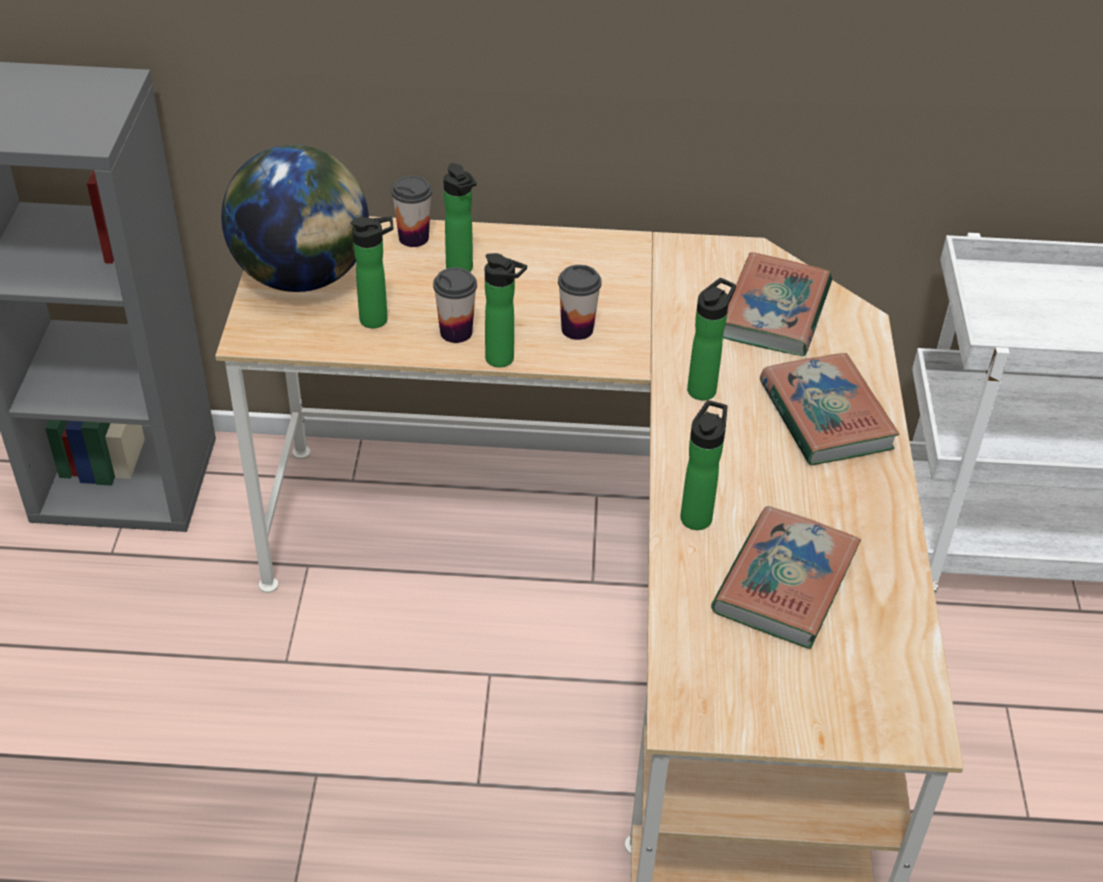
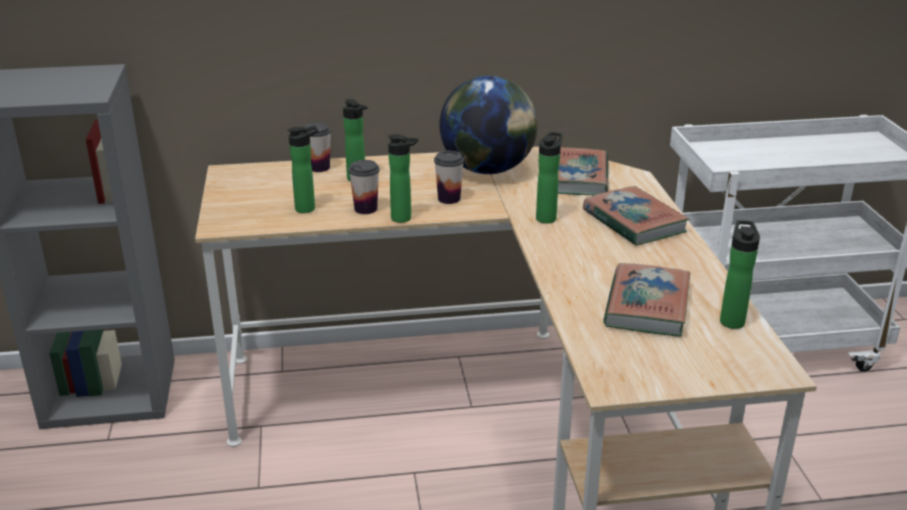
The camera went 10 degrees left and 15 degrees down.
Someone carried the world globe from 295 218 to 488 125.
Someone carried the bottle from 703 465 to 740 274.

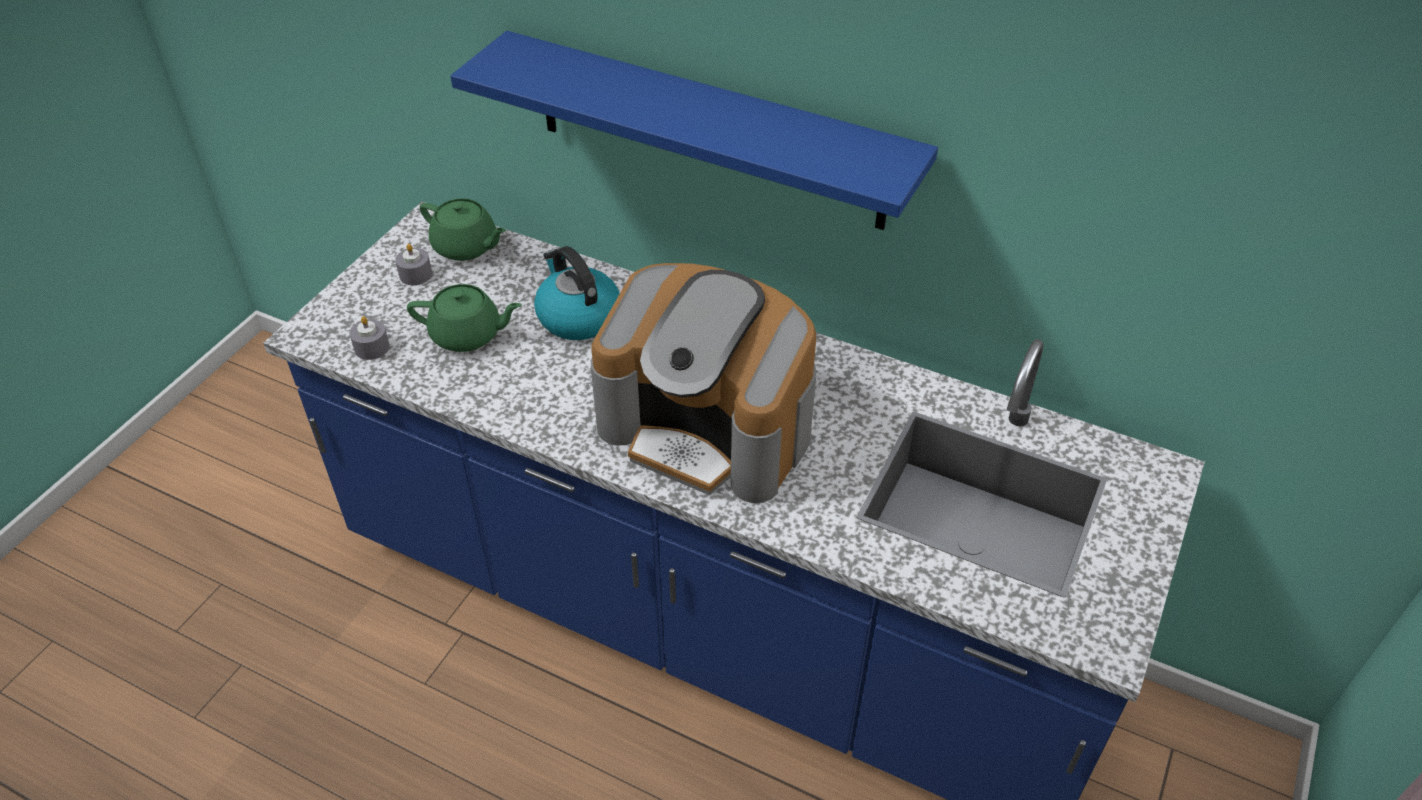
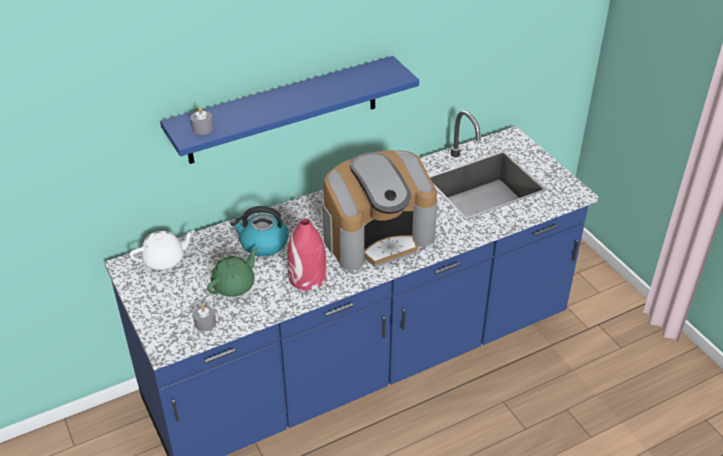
The camera went 55 degrees left and 5 degrees down.
Someone repainted the teapot in green at 463 229, which became the teapot in white at 162 250.
Someone carried the wax candle in grey from 413 264 to 202 121.
Someone put down the flower vase in reddish at 307 254.

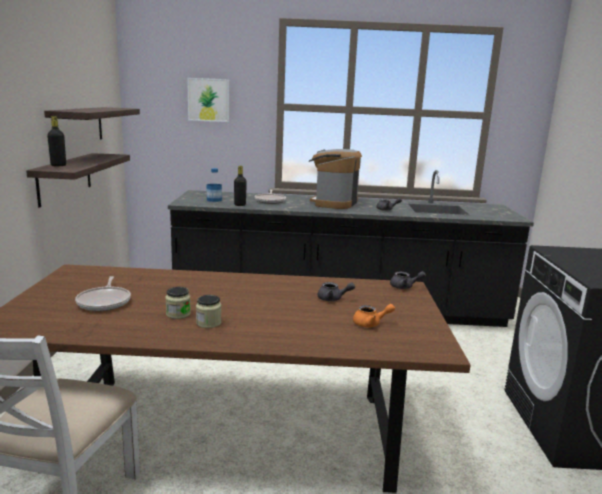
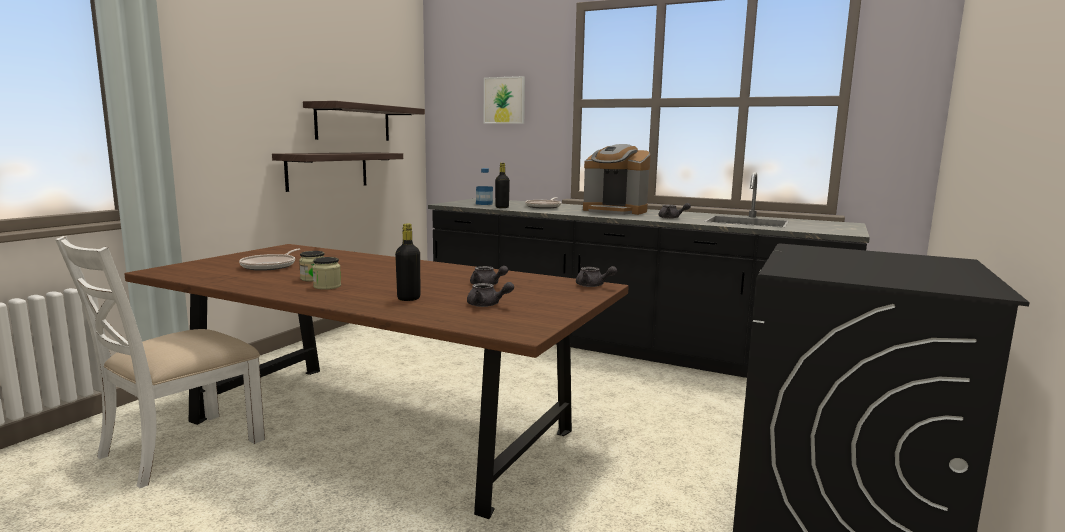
The camera went 25 degrees right and 5 degrees down.
Someone carried the bottle in blackish from 56 141 to 407 262.
Someone rotated the coffee brewer at 335 179 by 105 degrees counterclockwise.
Someone repainted the teapot in orange-coloured at 374 315, which became the teapot in grey at 490 294.

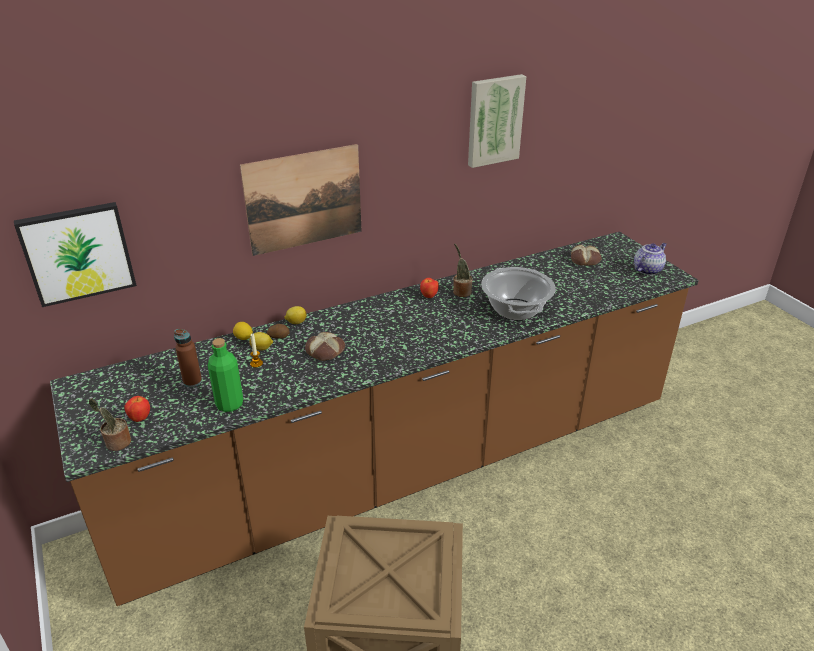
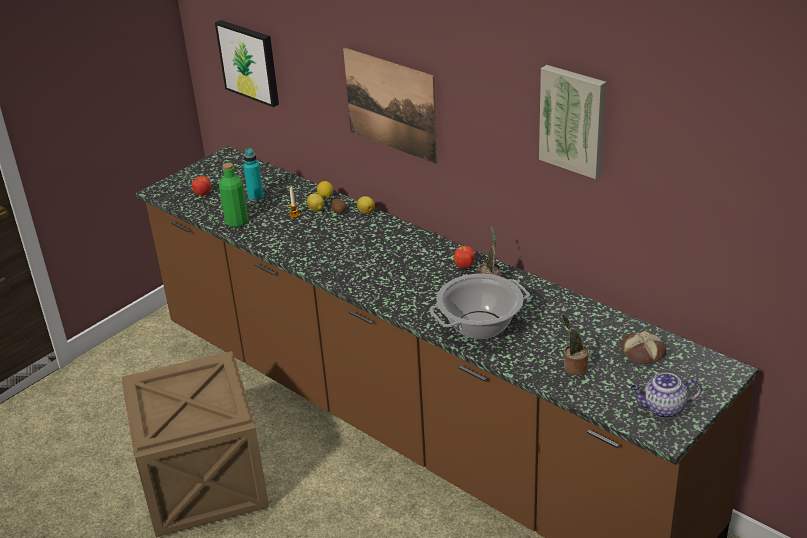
The camera went 70 degrees right and 0 degrees up.
Someone rotated the teapot at 650 259 by 150 degrees clockwise.
Someone repainted the bottle in brown at 188 358, which became the bottle in turquoise-coloured at 253 174.
Someone took away the bakery bread at 325 346.
Someone carried the plant in a pot from 110 424 to 575 344.

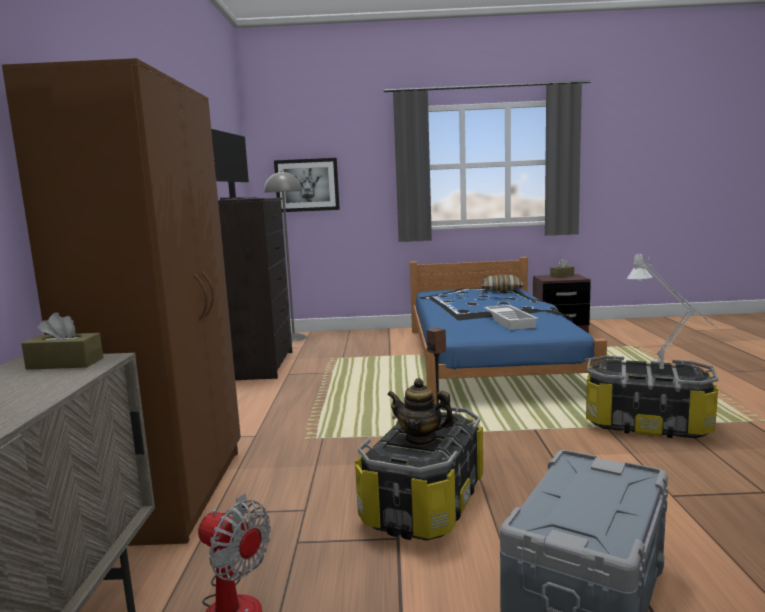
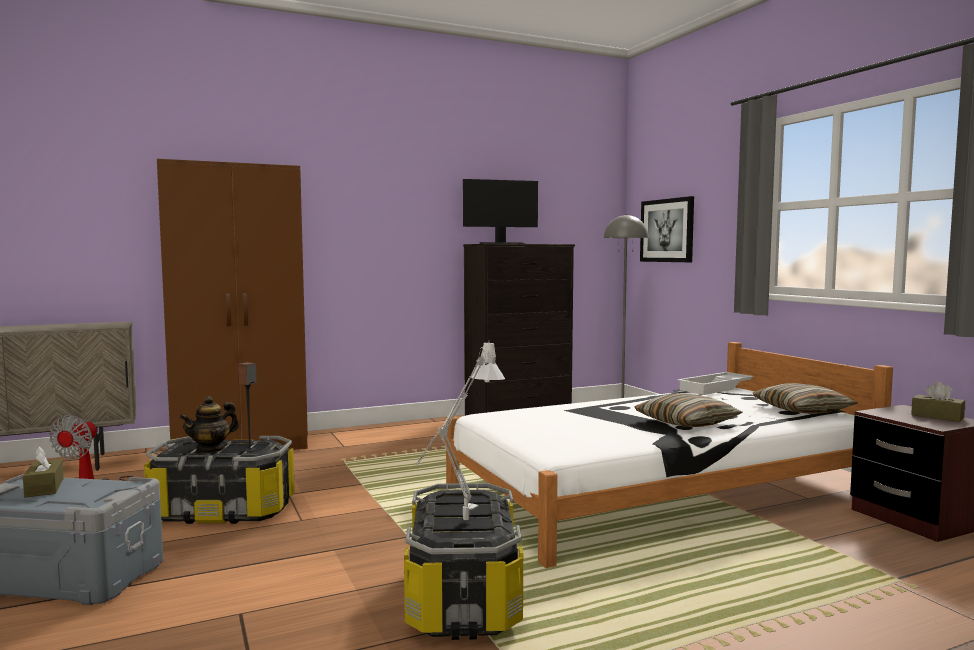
The camera went 65 degrees right and 5 degrees down.
Someone repainted the bed in bluish at 508 331, which became the bed in white at 669 455.
Someone carried the tray in white from 511 317 to 715 383.
Someone carried the tissue box in brown from 62 341 to 43 472.
Someone rotated the teapot at 421 412 by 135 degrees counterclockwise.
Someone put down the throw pillow at 688 410.

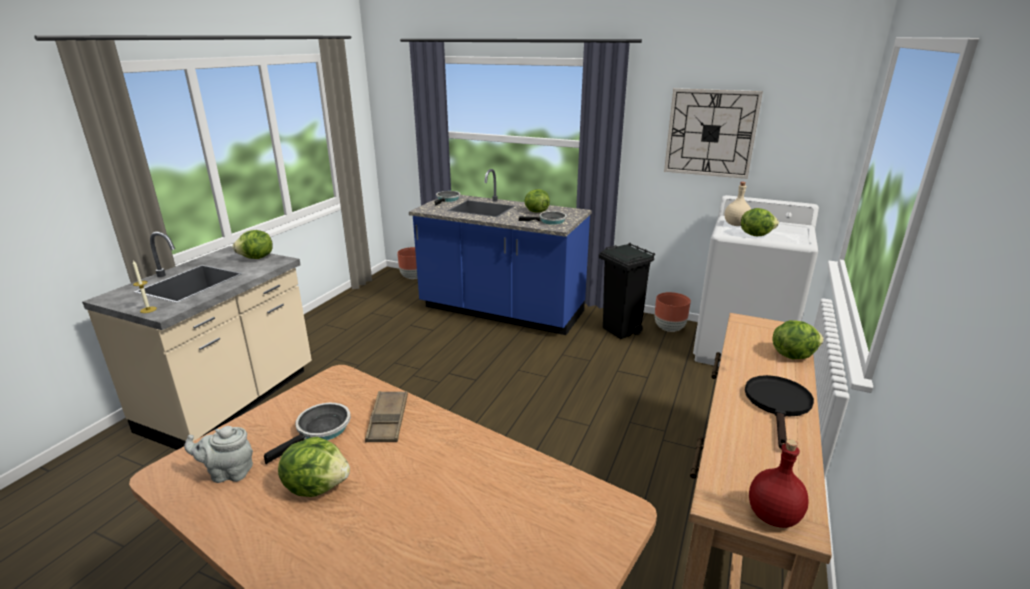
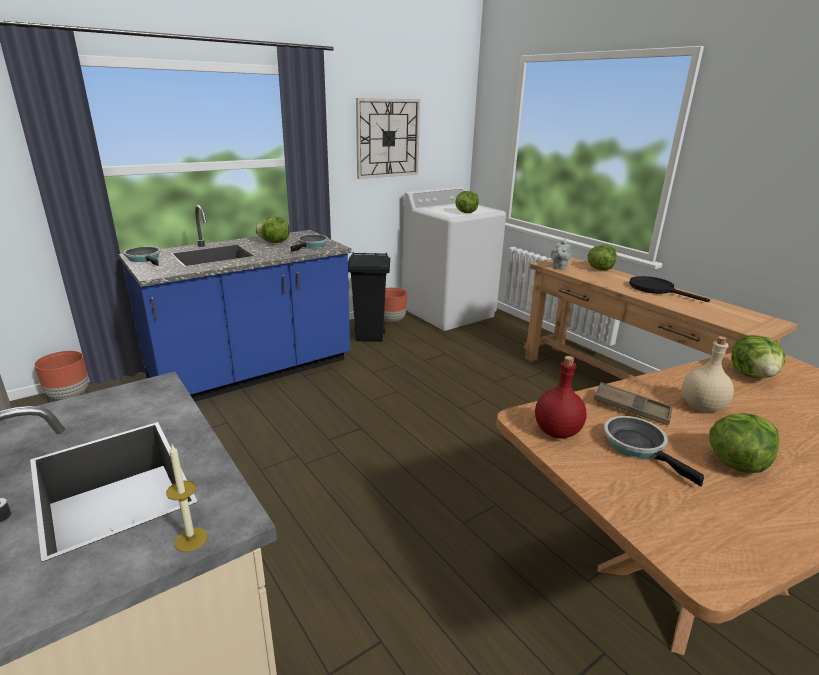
The camera went 60 degrees left and 0 degrees up.
Someone carried the bottle in beige from 737 204 to 708 374.
Someone carried the lettuce from 253 244 to 758 356.
Someone carried the teapot in grey from 218 454 to 561 254.
Someone carried the bottle in reddish from 779 483 to 561 397.

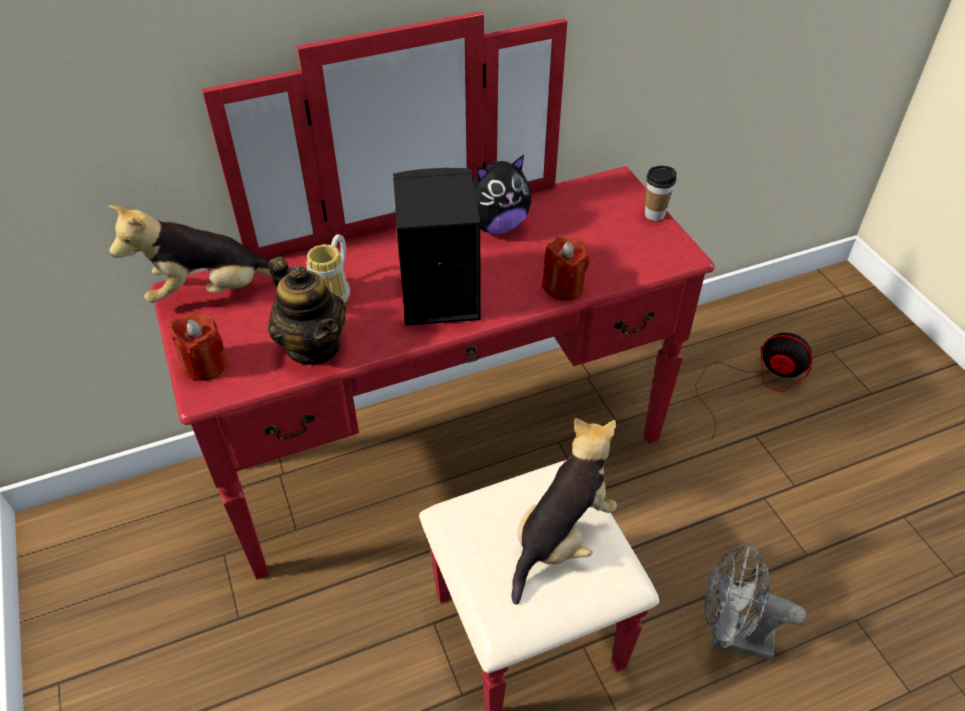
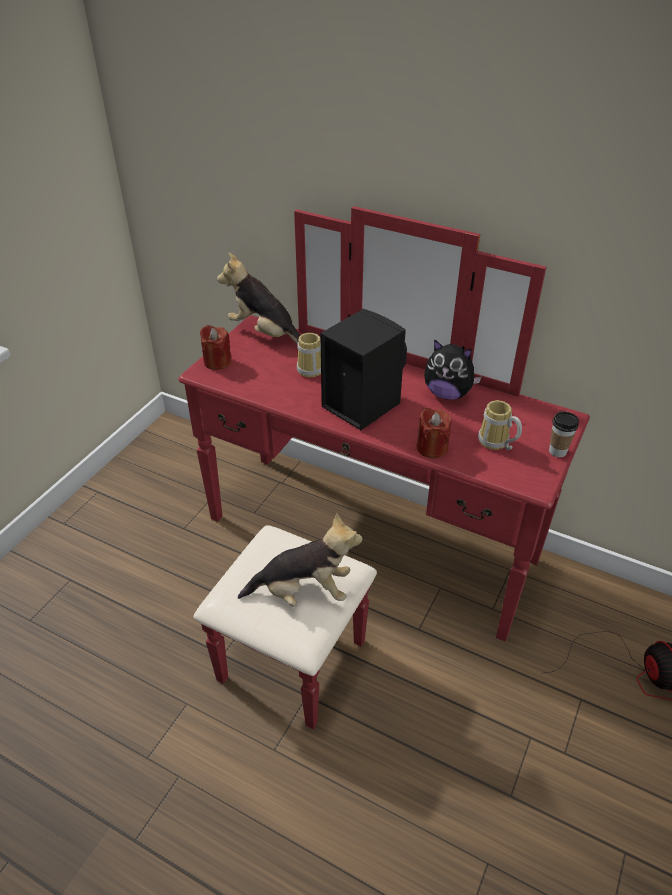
The camera went 50 degrees right and 5 degrees down.
Someone took away the teapot at 307 311.
Someone took away the cooling fan in grey at 756 601.
Someone put down the coffee mug at 500 425.

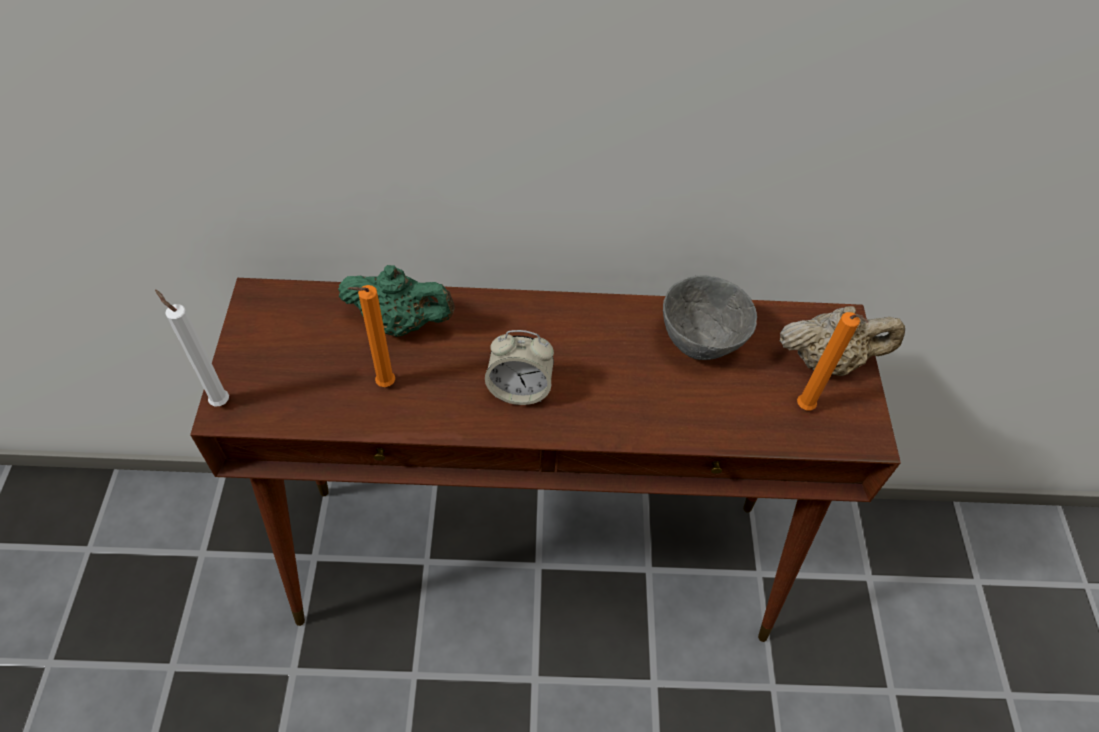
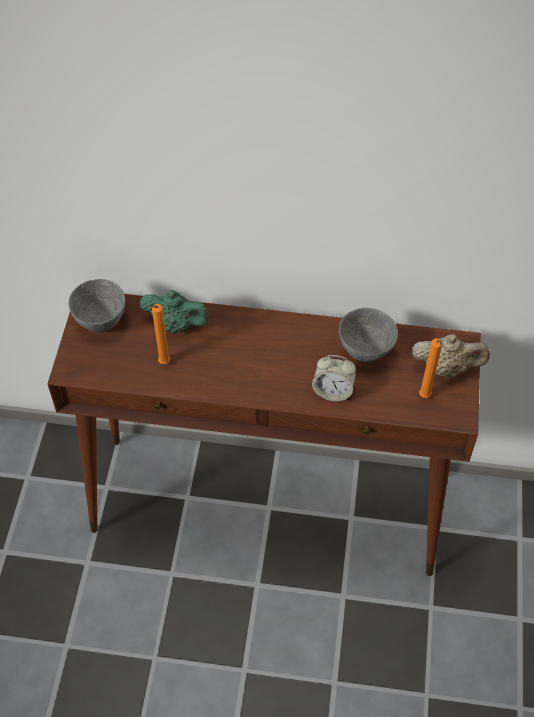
The camera went 10 degrees right and 0 degrees up.
Someone took away the wax candle in white at 192 348.
Someone carried the bedside clock from 519 367 to 334 378.
Someone put down the bowl in grey at 96 306.

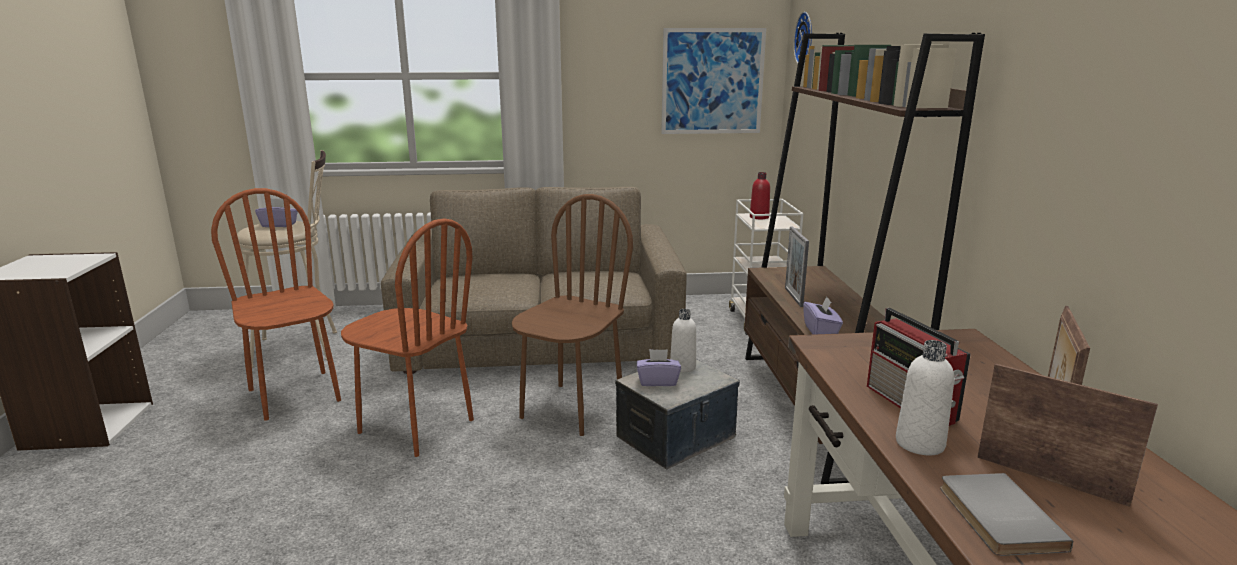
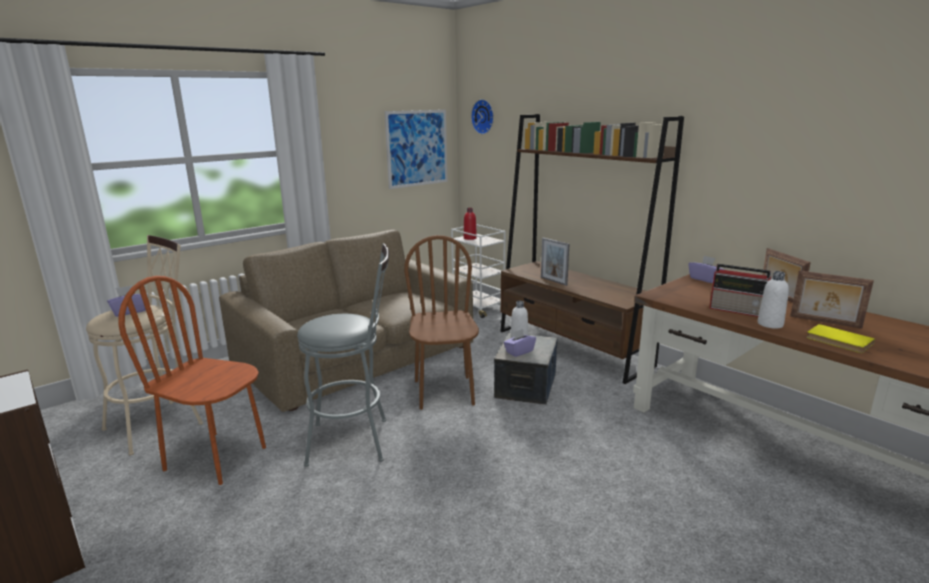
The camera went 35 degrees left and 0 degrees up.
Someone swapped the upright chair in brown at 407 337 for the stool in grey at 343 355.
Someone carried the tissue box in purple-coloured from 823 315 to 706 269.
Someone rotated the photo frame at 1067 435 by 150 degrees counterclockwise.
Someone repainted the bound book in grey at 1006 514, which became the bound book in yellowish at 840 338.

